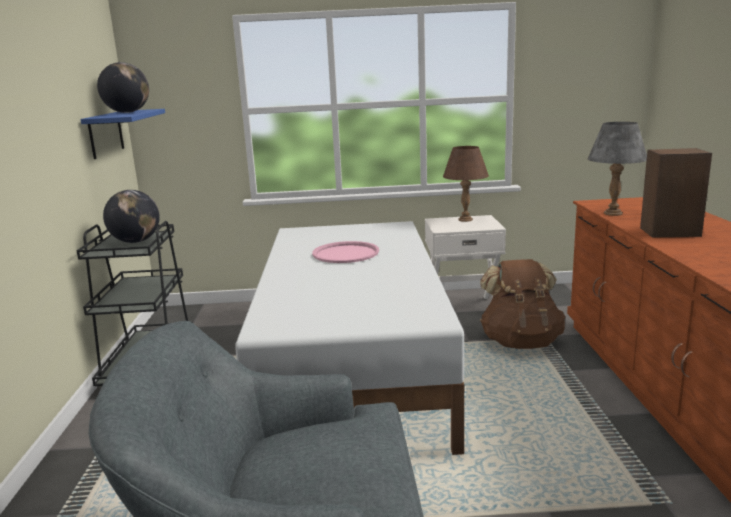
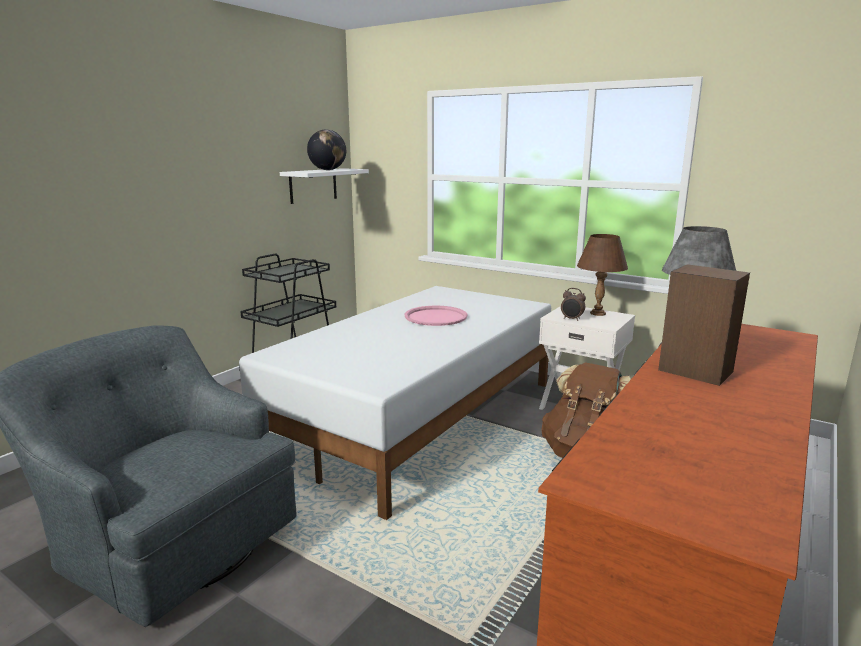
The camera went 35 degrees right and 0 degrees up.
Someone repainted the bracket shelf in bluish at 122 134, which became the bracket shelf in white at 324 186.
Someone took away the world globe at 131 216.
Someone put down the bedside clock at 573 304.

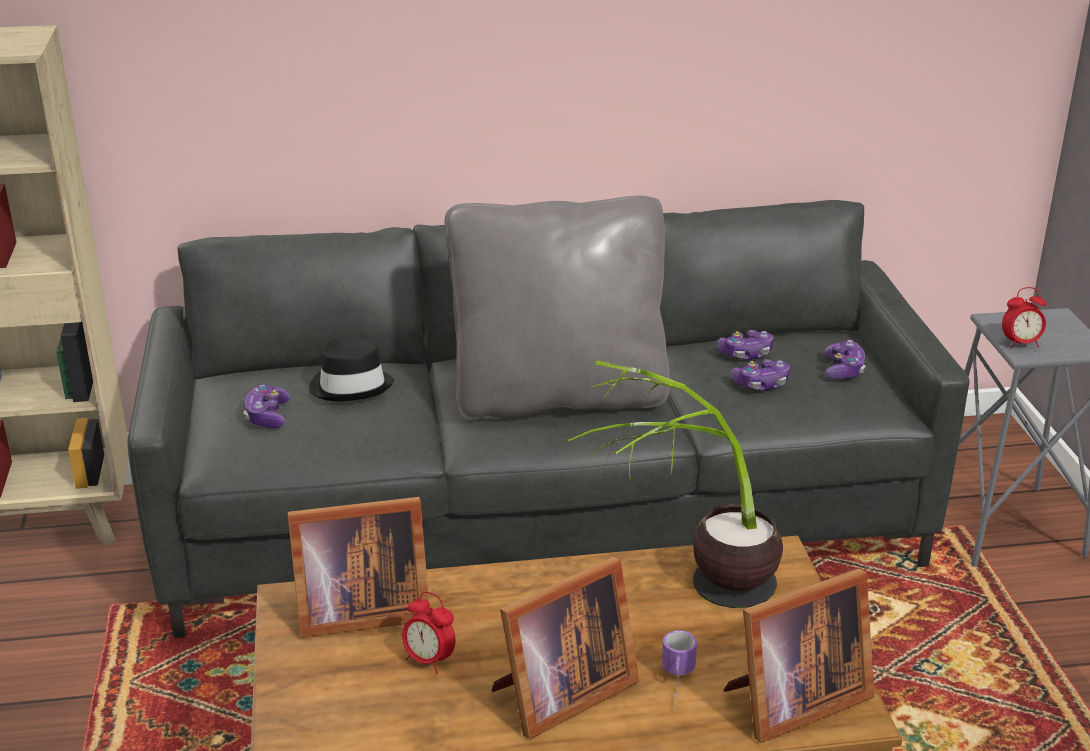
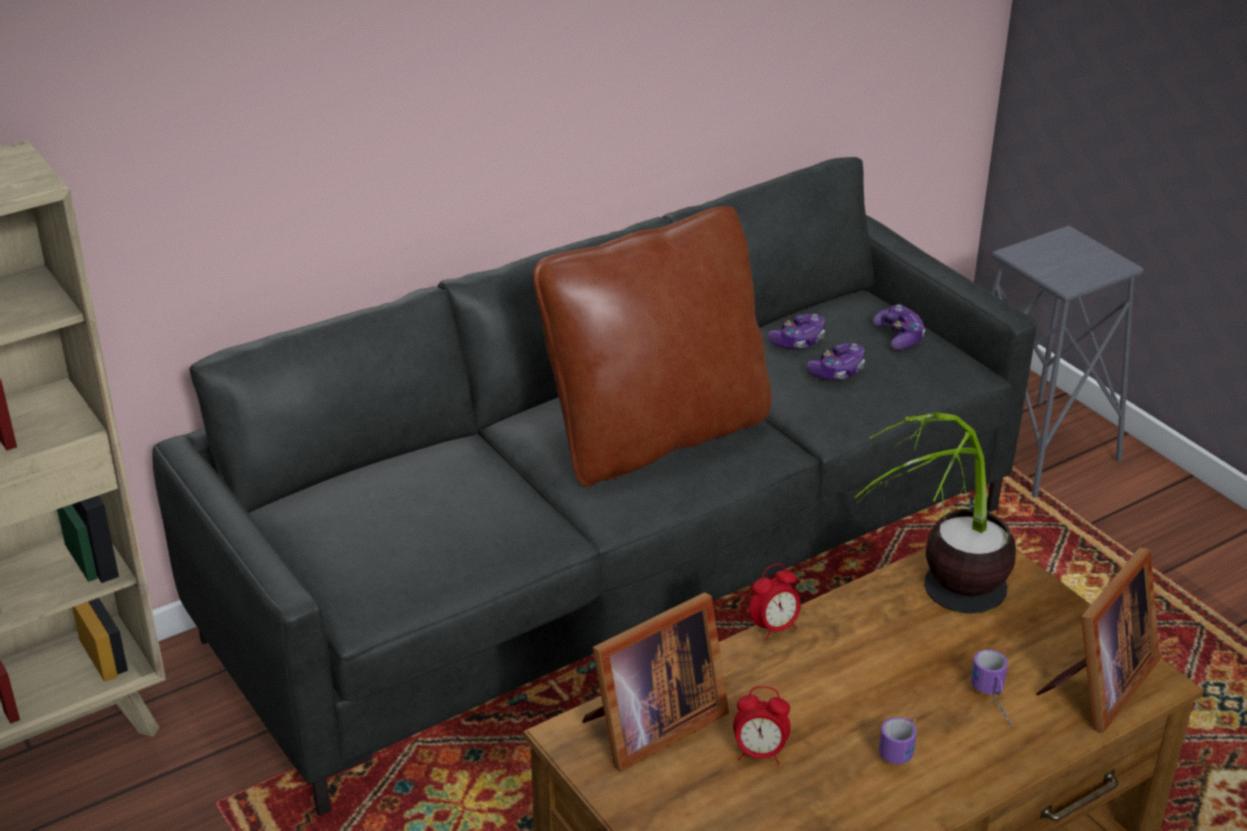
The camera went 25 degrees left and 5 degrees up.
Someone repainted the throw pillow in grey at 557 308, which became the throw pillow in brown at 652 346.
Someone carried the bedside clock from 1024 318 to 775 602.
Someone took away the hat in blackish at 351 369.
Someone took away the joypad at 267 406.
Someone swapped the photo frame at 565 648 for the coffee mug at 898 740.

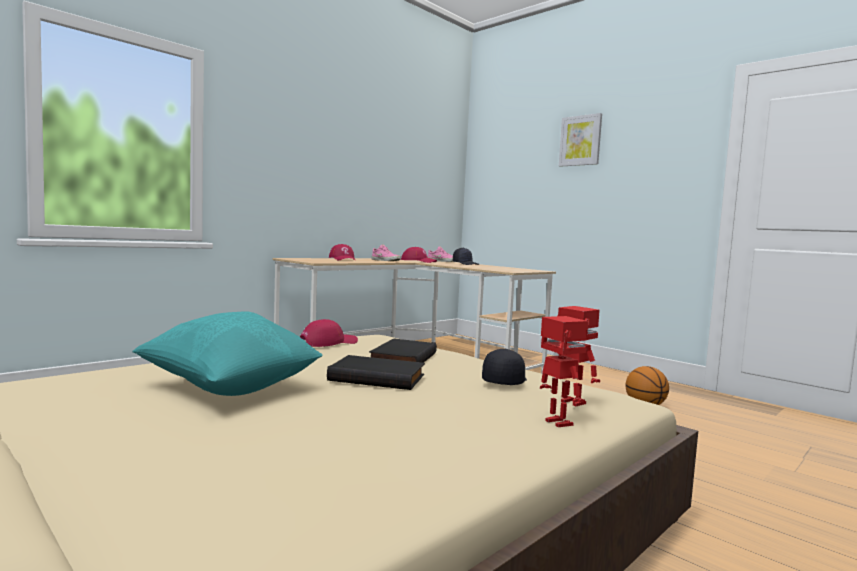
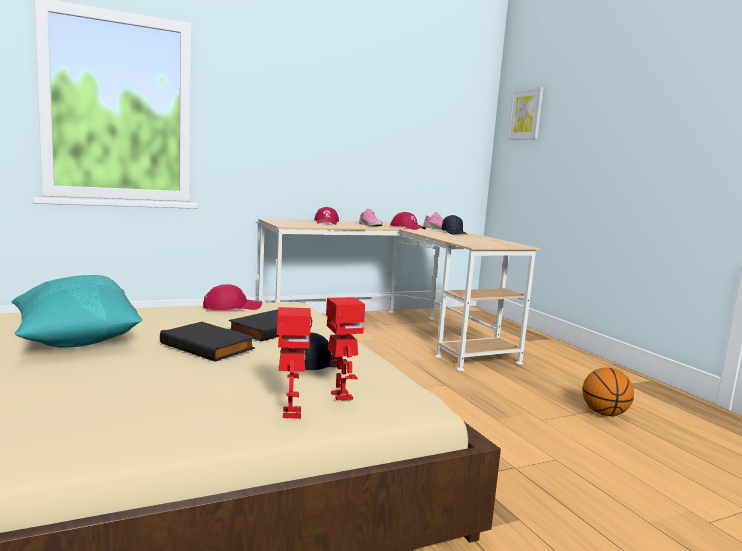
The camera went 20 degrees right and 5 degrees up.
Someone carried the picture from 580 140 to 525 113.

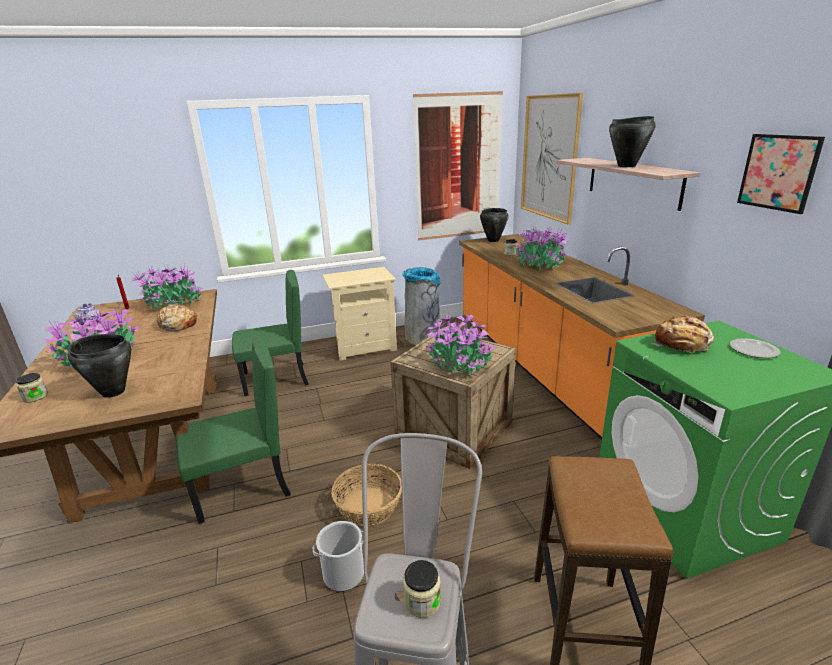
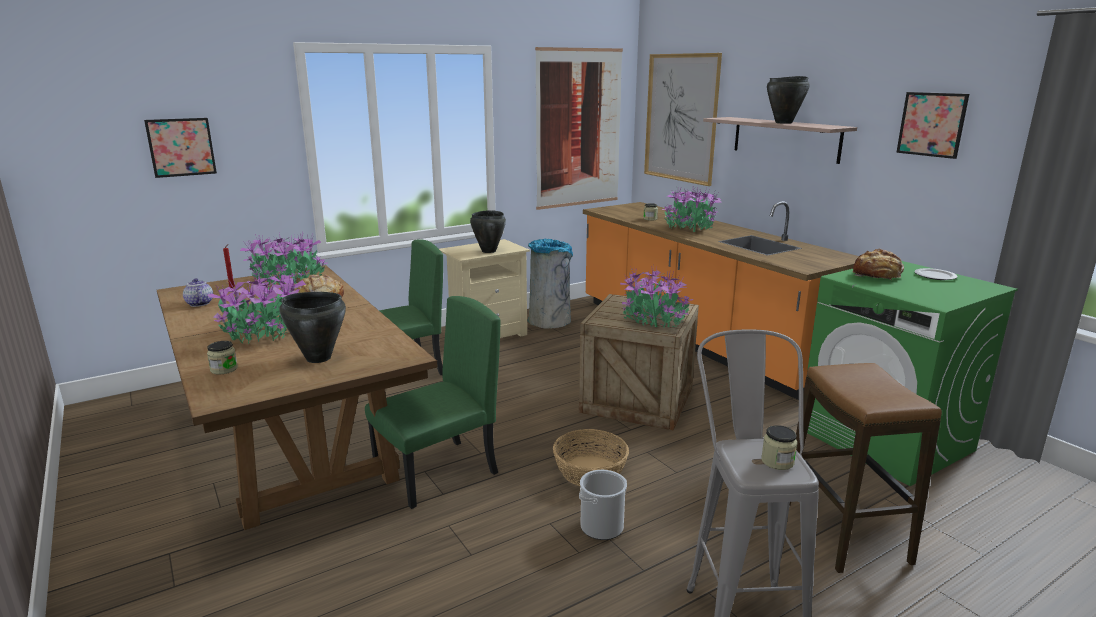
The camera went 15 degrees left and 5 degrees down.
Someone carried the stockpot in blackish from 494 225 to 488 231.
Someone put up the picture at 180 148.

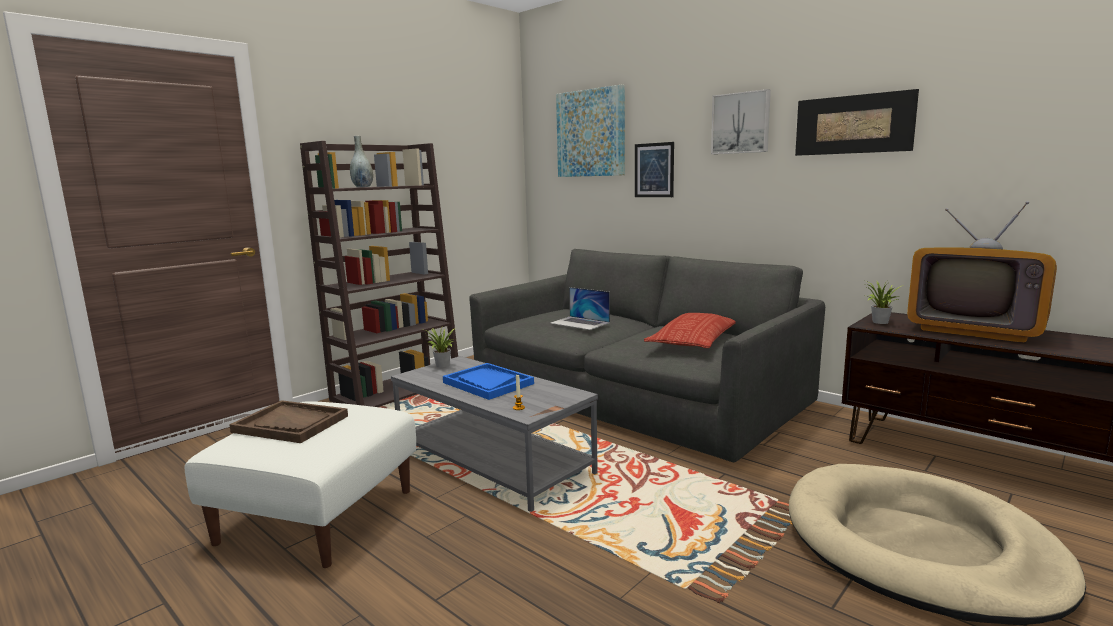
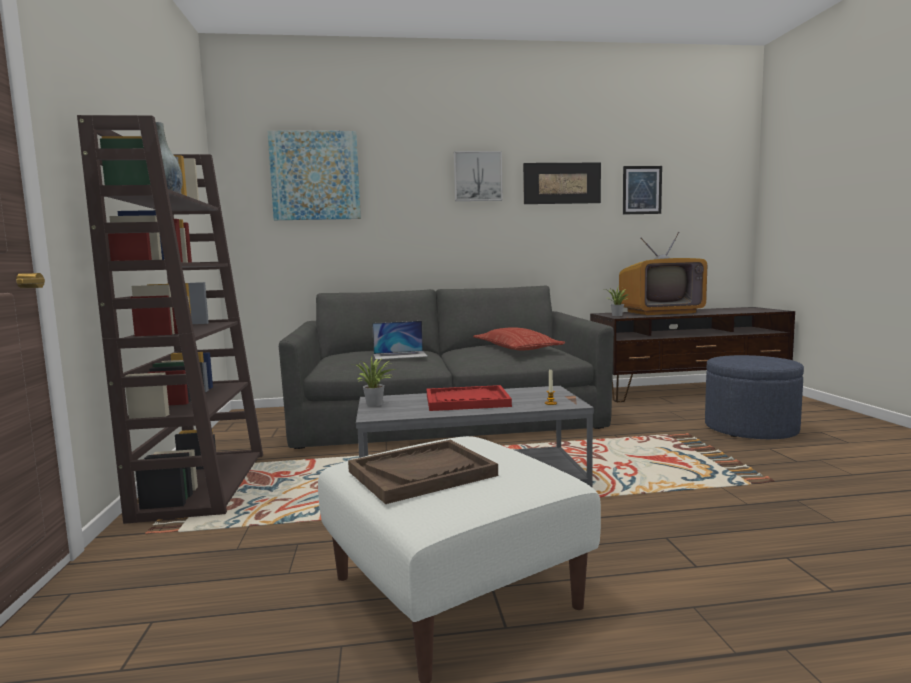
The camera went 50 degrees left and 5 degrees down.
Someone carried the picture from 654 169 to 642 190.
Someone repainted the tray in bluish at 488 381, which became the tray in reddish at 469 398.
Someone swapped the dog bed in beige at 937 544 for the footrest in bluish at 754 397.

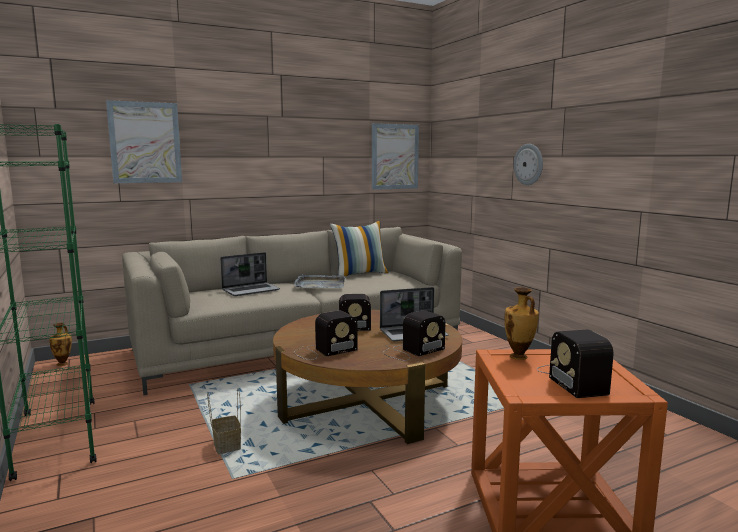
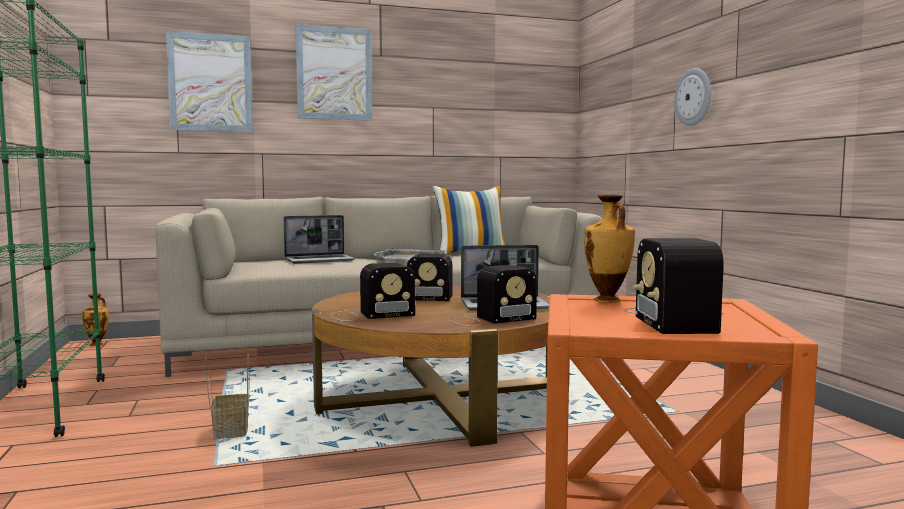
The camera went 10 degrees right and 5 degrees down.
Someone carried the picture from 395 156 to 333 72.

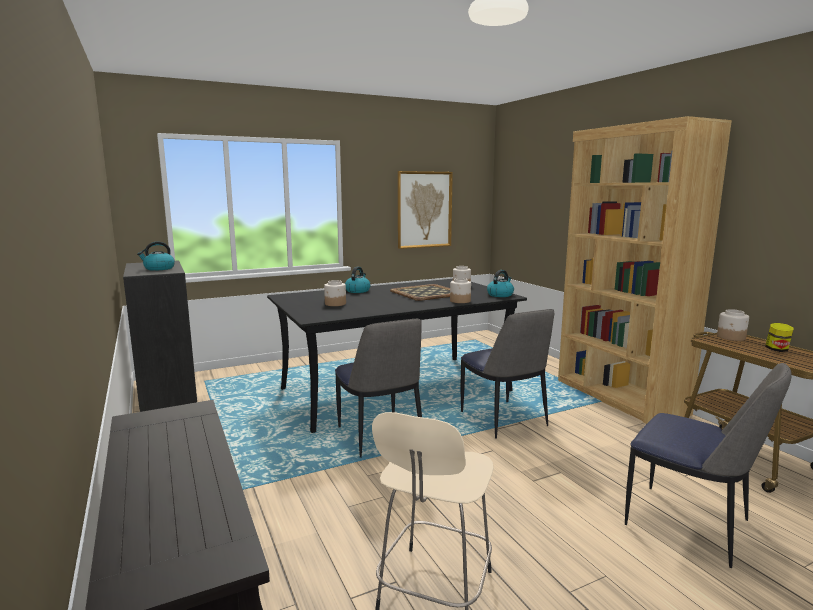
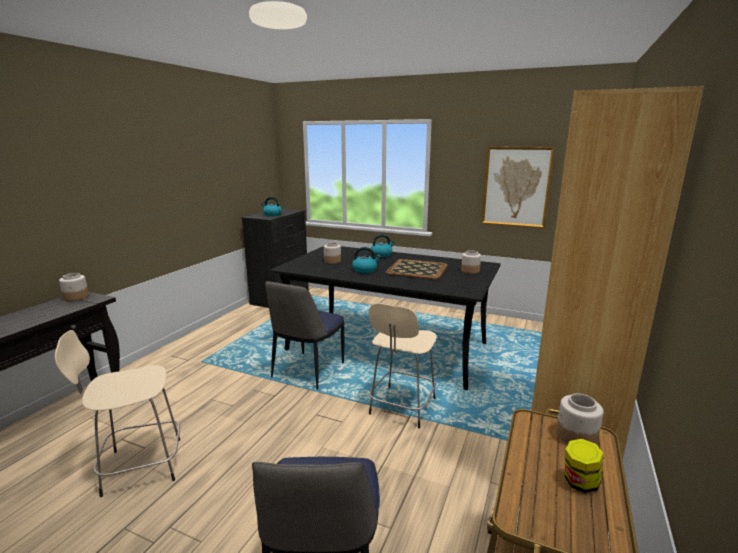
The camera went 50 degrees right and 5 degrees up.
Someone carried the tea kettle from 500 283 to 366 260.
Someone carried the jar from 460 290 to 74 287.
Someone swapped the upright chair at 507 374 for the stool in beige at 403 365.

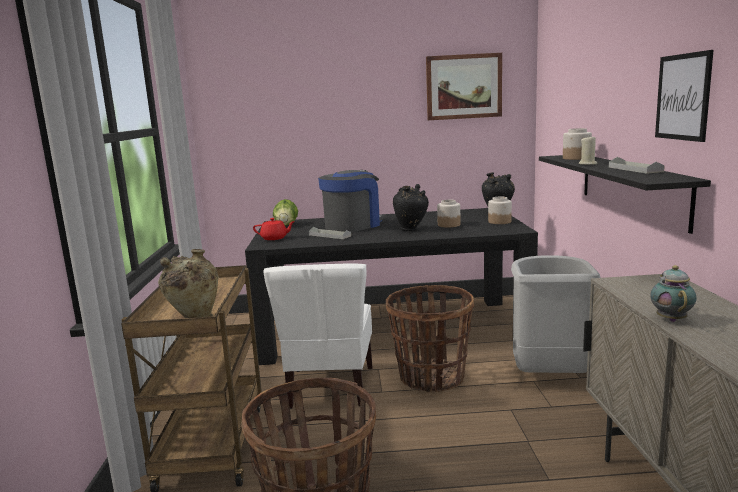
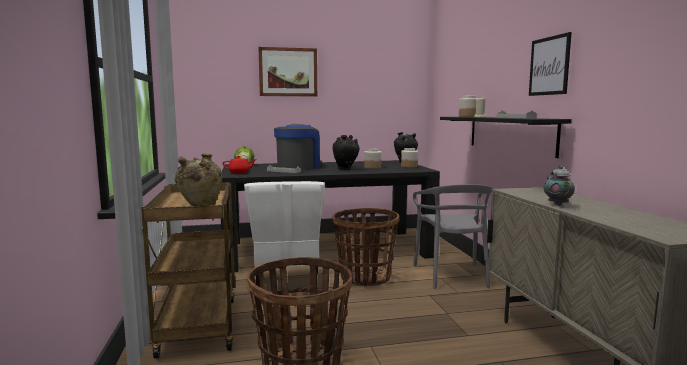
The camera went 10 degrees left and 5 degrees down.
Someone carried the picture from 464 86 to 287 71.
Someone swapped the waste bin in grey at 556 314 for the upright chair in grey at 453 236.

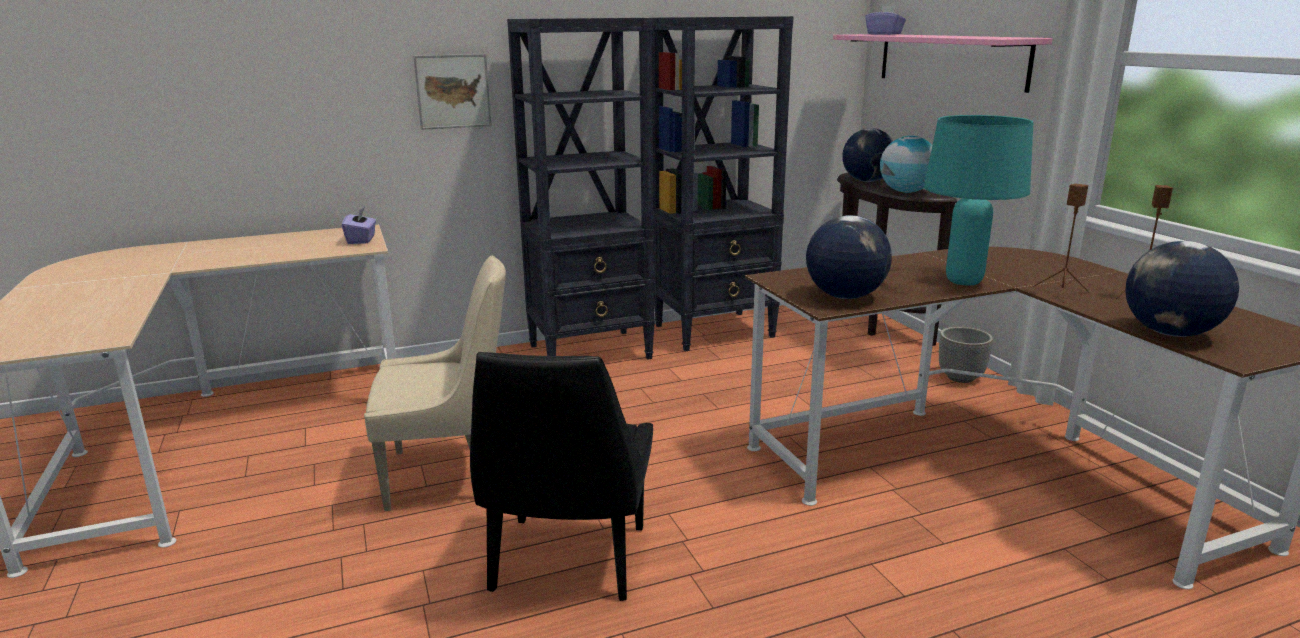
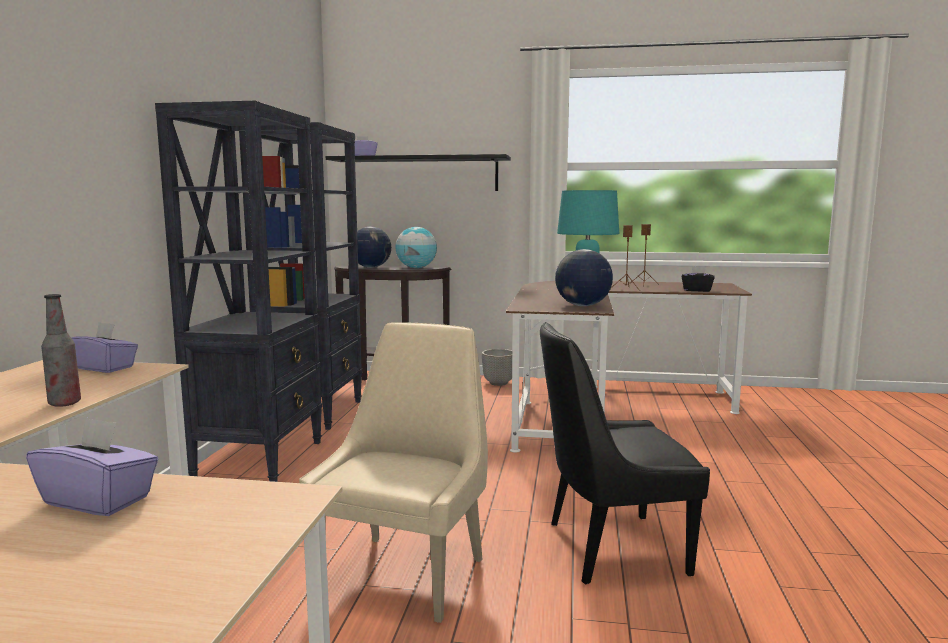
The camera went 60 degrees left and 10 degrees down.
Someone repainted the bracket shelf in pink at 942 63, which became the bracket shelf in blackish at 418 172.
Someone took away the picture at 452 92.
Someone swapped the world globe at 1182 289 for the tissue box in blackish at 698 279.
Someone rotated the upright chair in blackish at 561 476 by 135 degrees clockwise.
Someone put down the bottle at 61 350.
Someone put down the tissue box in purple-coloured at 92 466.

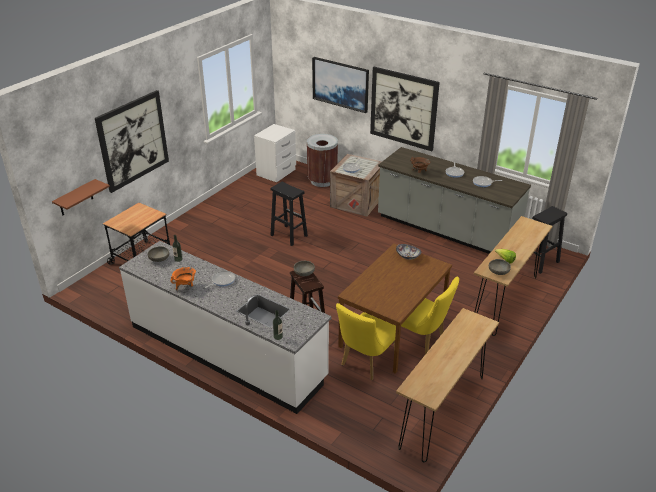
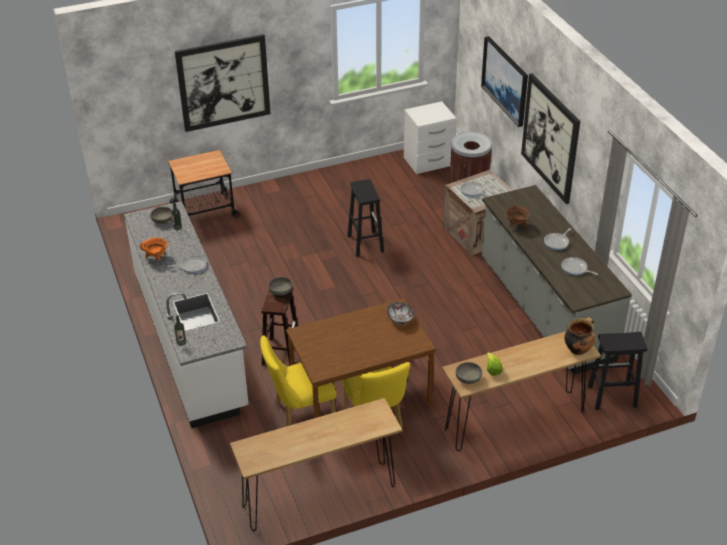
The camera went 35 degrees right and 5 degrees up.
Someone took away the bracket shelf in brown at 81 197.
Someone put down the stockpot at 579 336.

